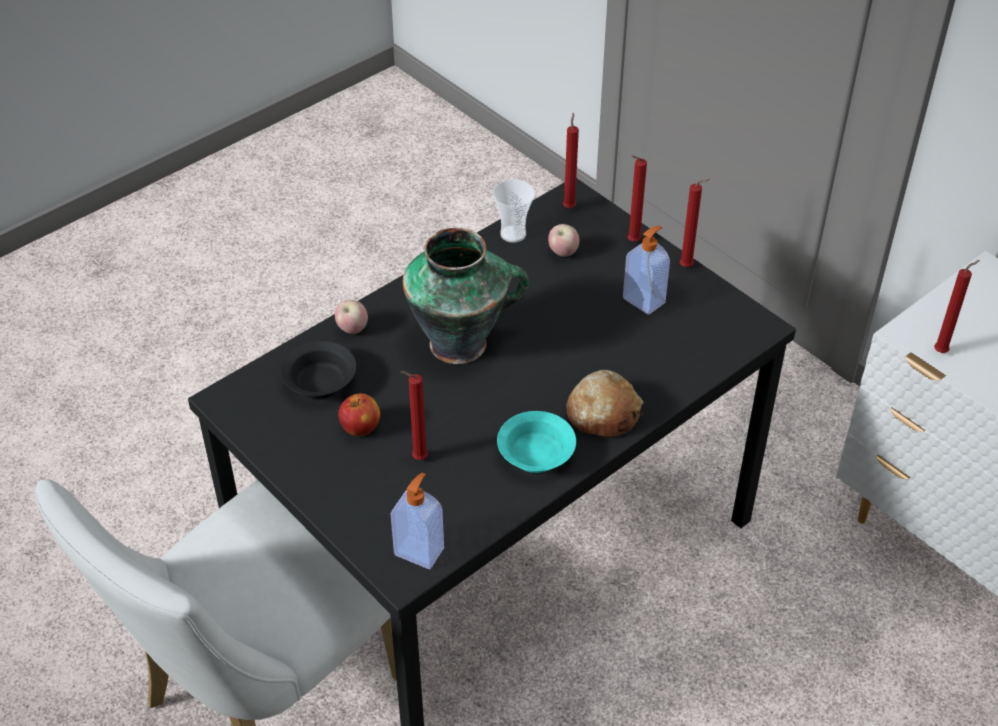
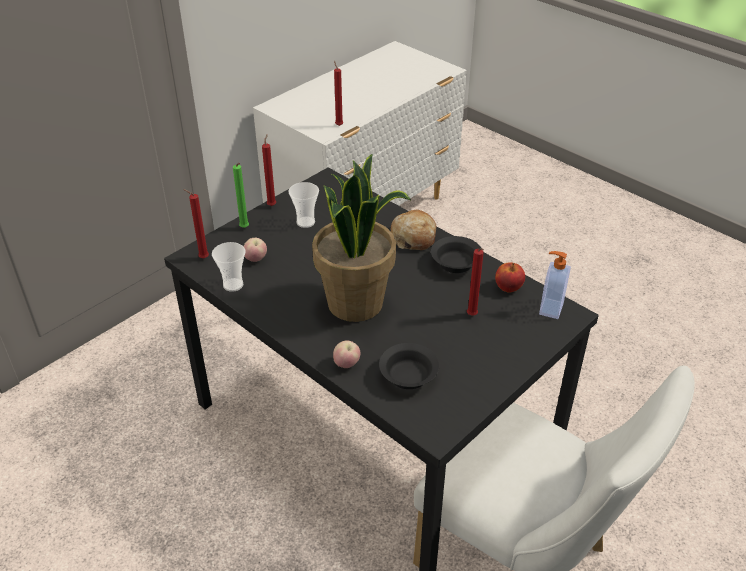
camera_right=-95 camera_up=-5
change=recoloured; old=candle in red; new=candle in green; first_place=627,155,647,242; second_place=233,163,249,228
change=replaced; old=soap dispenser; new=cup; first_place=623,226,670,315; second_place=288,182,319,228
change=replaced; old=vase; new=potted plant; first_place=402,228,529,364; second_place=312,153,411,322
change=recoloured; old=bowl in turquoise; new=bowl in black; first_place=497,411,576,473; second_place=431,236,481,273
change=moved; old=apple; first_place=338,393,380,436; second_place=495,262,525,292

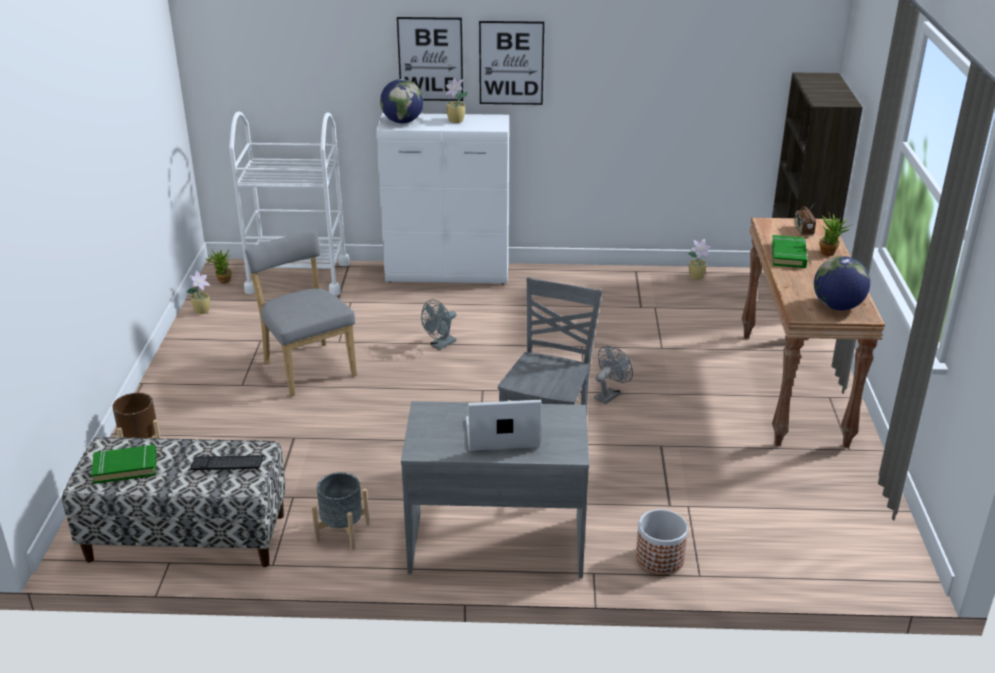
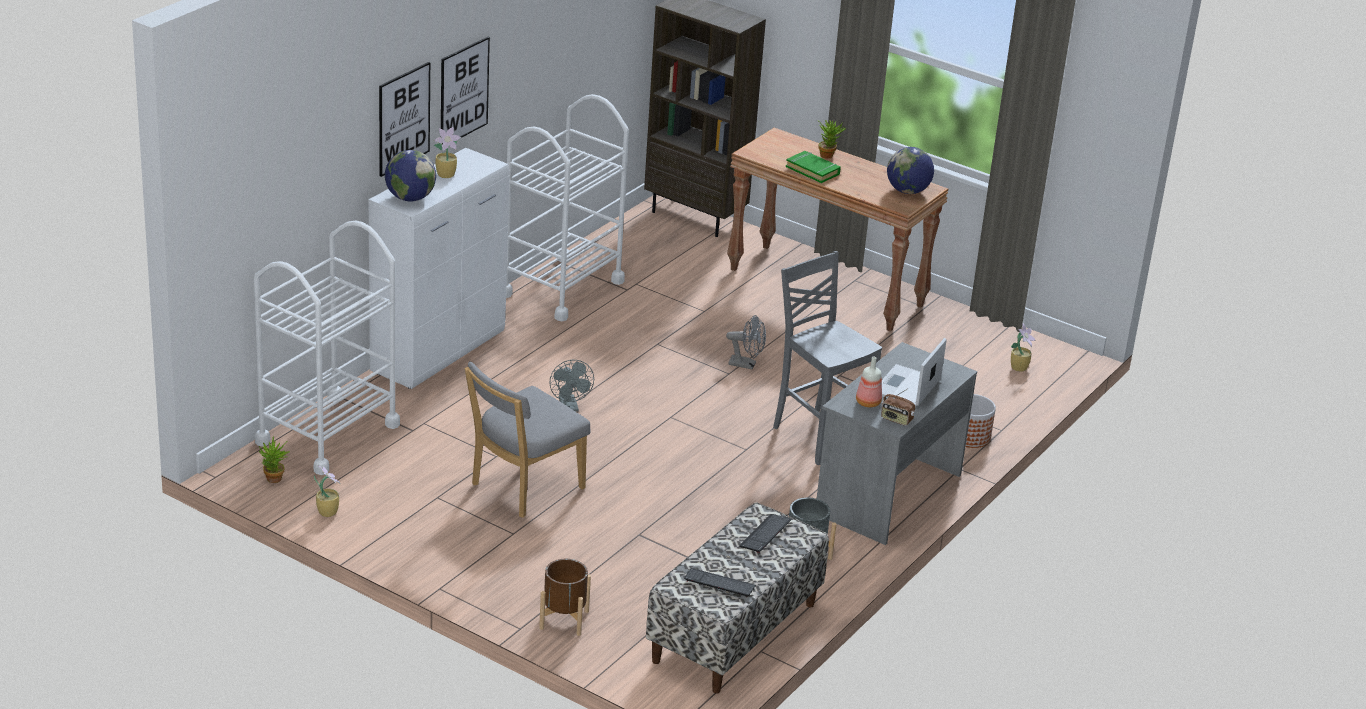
camera_right=-60 camera_up=0
change=turned; old=chair in grey; first_place=245,232,357,397; second_place=464,361,591,518; degrees=-45
change=added; new=cart in white; second_place=506,94,629,321
change=replaced; old=book in green; new=keyboard; first_place=91,445,157,484; second_place=684,568,756,597
change=turned; old=fan in grey; first_place=594,346,633,404; second_place=726,315,766,369; degrees=120
change=added; new=bottle; second_place=856,357,882,407
change=moved; old=radio; first_place=794,204,816,235; second_place=881,389,916,426
change=moved; old=potted plant; first_place=688,239,712,280; second_place=1011,323,1036,372

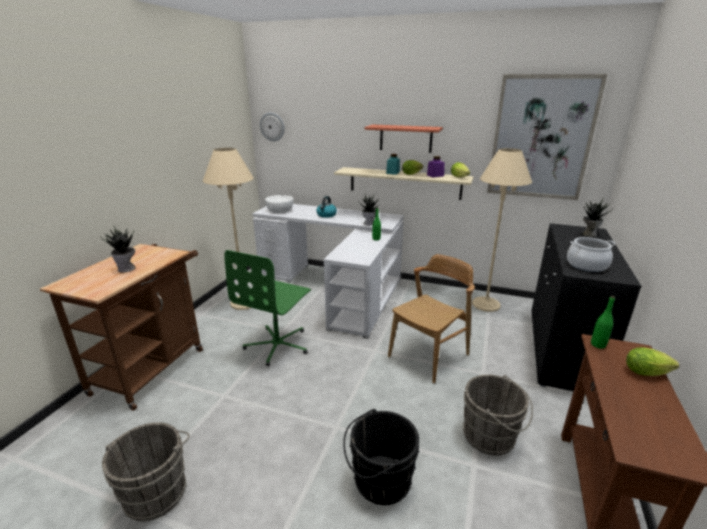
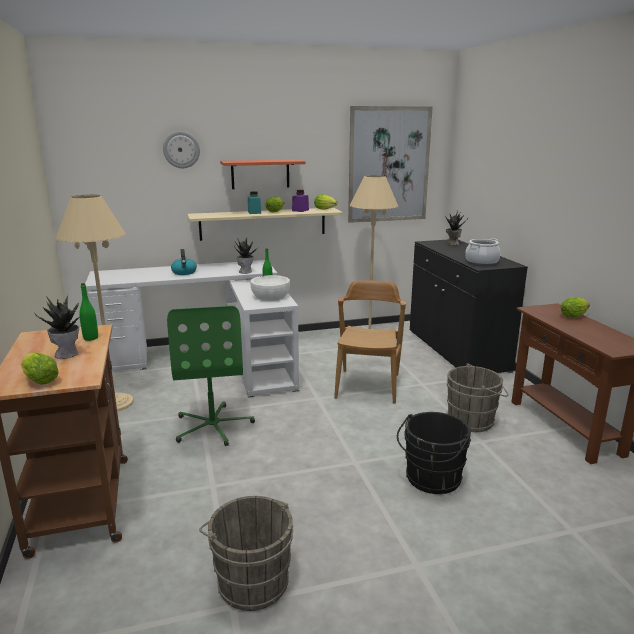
camera_right=-35 camera_up=-5
change=added; new=lettuce; second_place=21,352,59,385
change=moved; old=bottle in green; first_place=591,296,615,349; second_place=79,283,98,341
change=moved; old=wall clock; first_place=260,112,285,141; second_place=163,131,200,168
change=moved; old=bowl in white; first_place=265,195,294,213; second_place=250,275,290,301

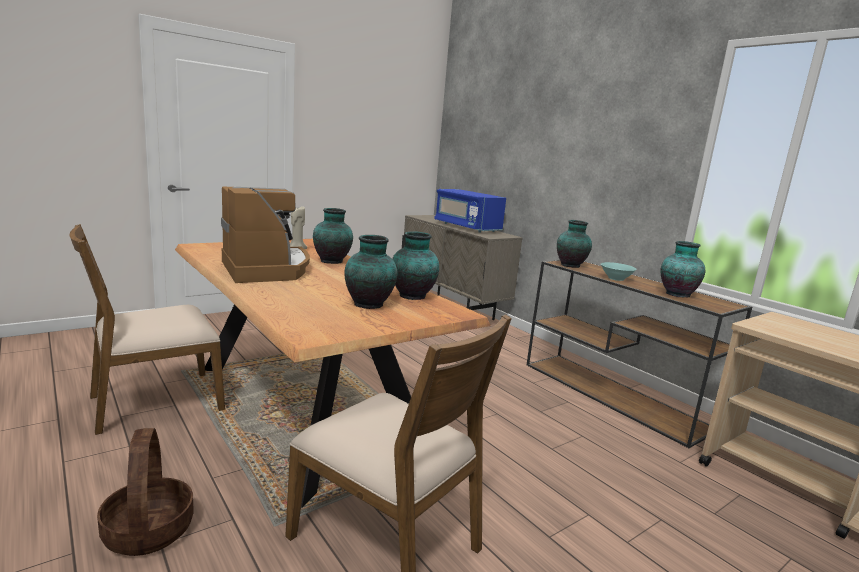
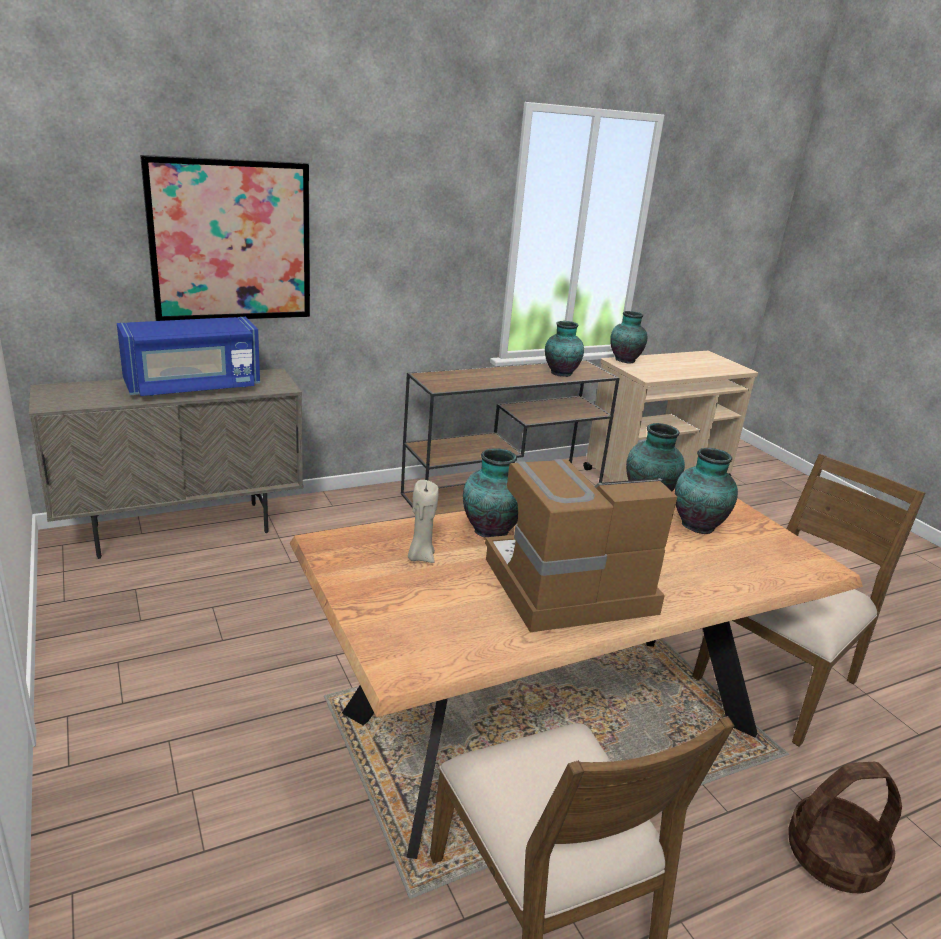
camera_right=-80 camera_up=10
change=added; new=picture; second_place=140,155,310,321
change=moved; old=vase; first_place=557,220,592,268; second_place=610,311,647,363
change=removed; old=bowl in turquoise; first_place=601,262,637,281

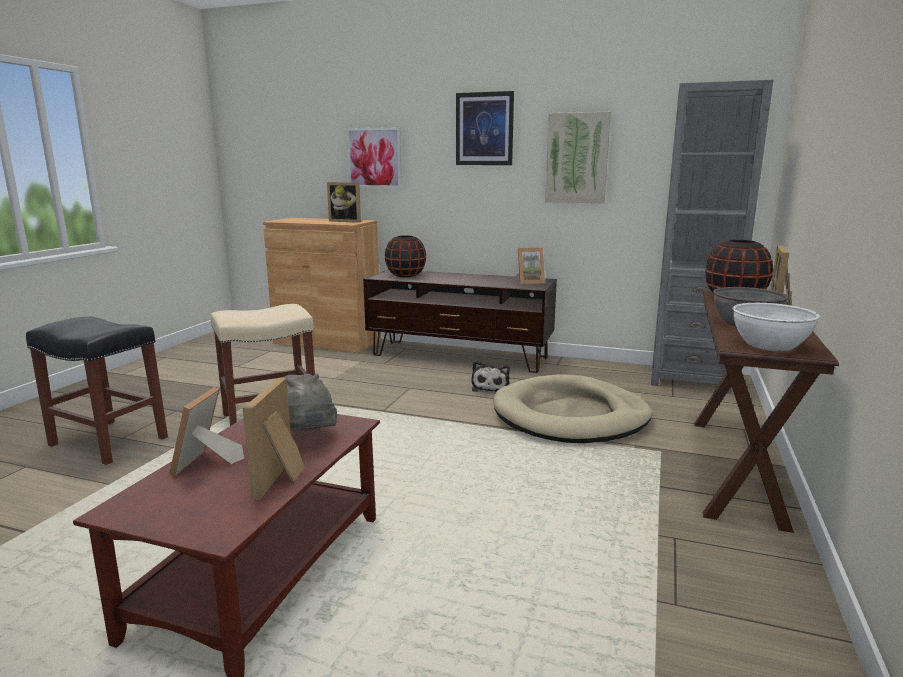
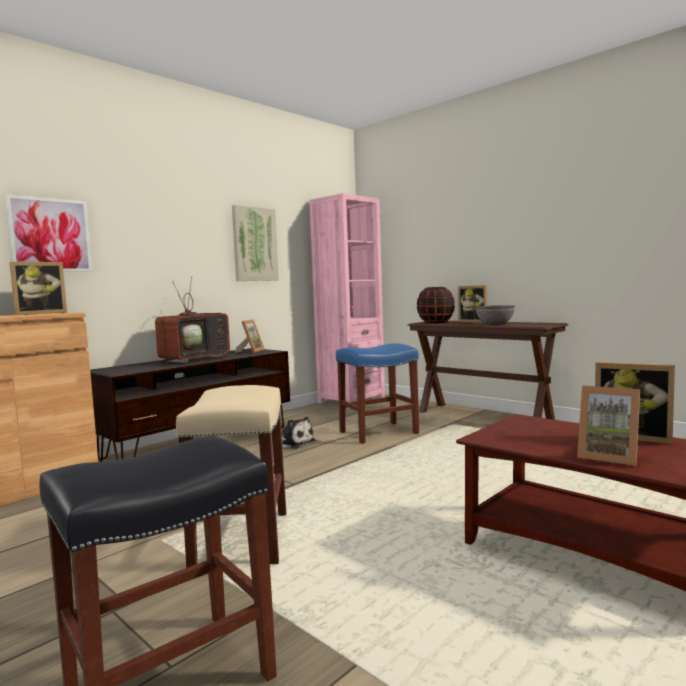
camera_right=-65 camera_up=-10
change=added; new=television; second_place=155,276,230,363
change=recoloured; old=bookcase in grey; new=bookcase in pink; first_place=651,80,773,394; second_place=309,193,385,409
change=replaced; old=dog bed in beige; new=stool in blue; first_place=493,375,652,443; second_place=336,343,419,444
change=removed; old=hat in grey; first_place=283,373,337,430
change=removed; old=vase in black; first_place=385,236,426,277
change=removed; old=picture; first_place=456,91,514,165
change=removed; old=bowl in white; first_place=732,303,820,351

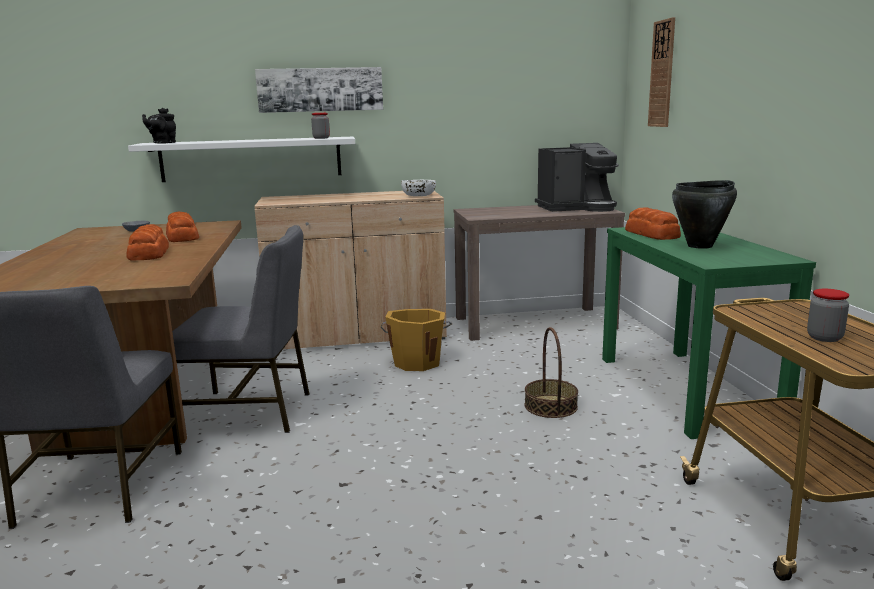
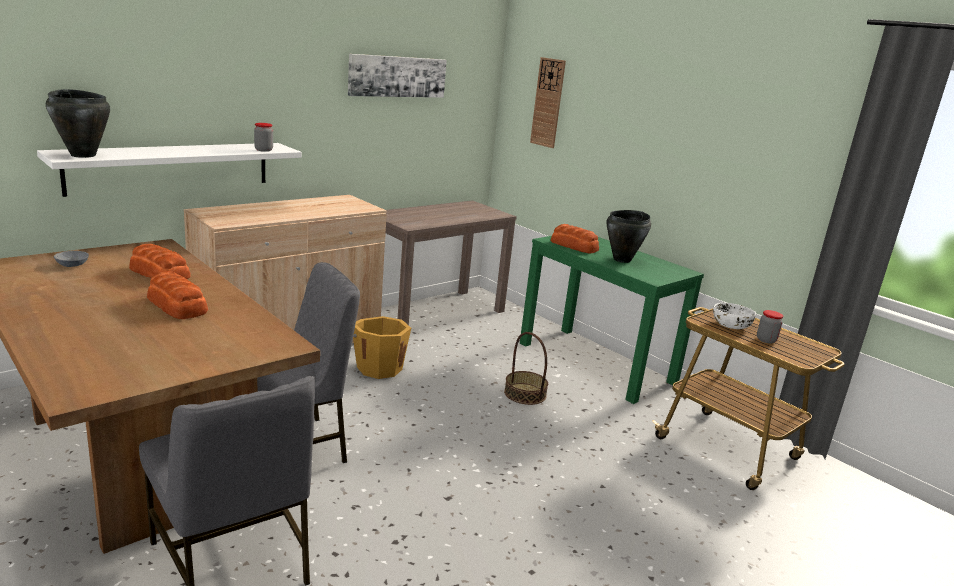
camera_right=-35 camera_up=5
change=replaced; old=teapot in black; new=cooking pot in black; first_place=142,108,176,144; second_place=46,89,110,158
change=moved; old=picture; first_place=255,67,383,113; second_place=348,54,447,98
change=moved; old=bowl in white; first_place=401,180,436,196; second_place=713,303,756,329
change=removed; old=coffee machine; first_place=535,143,619,212

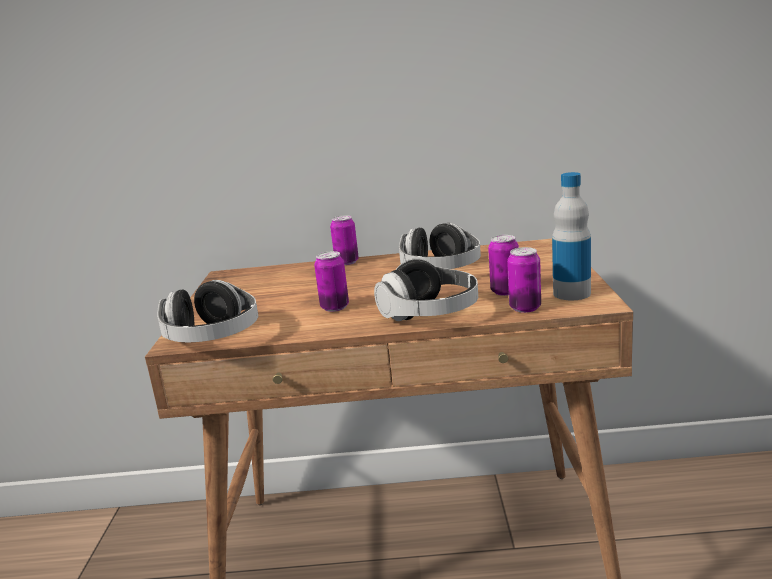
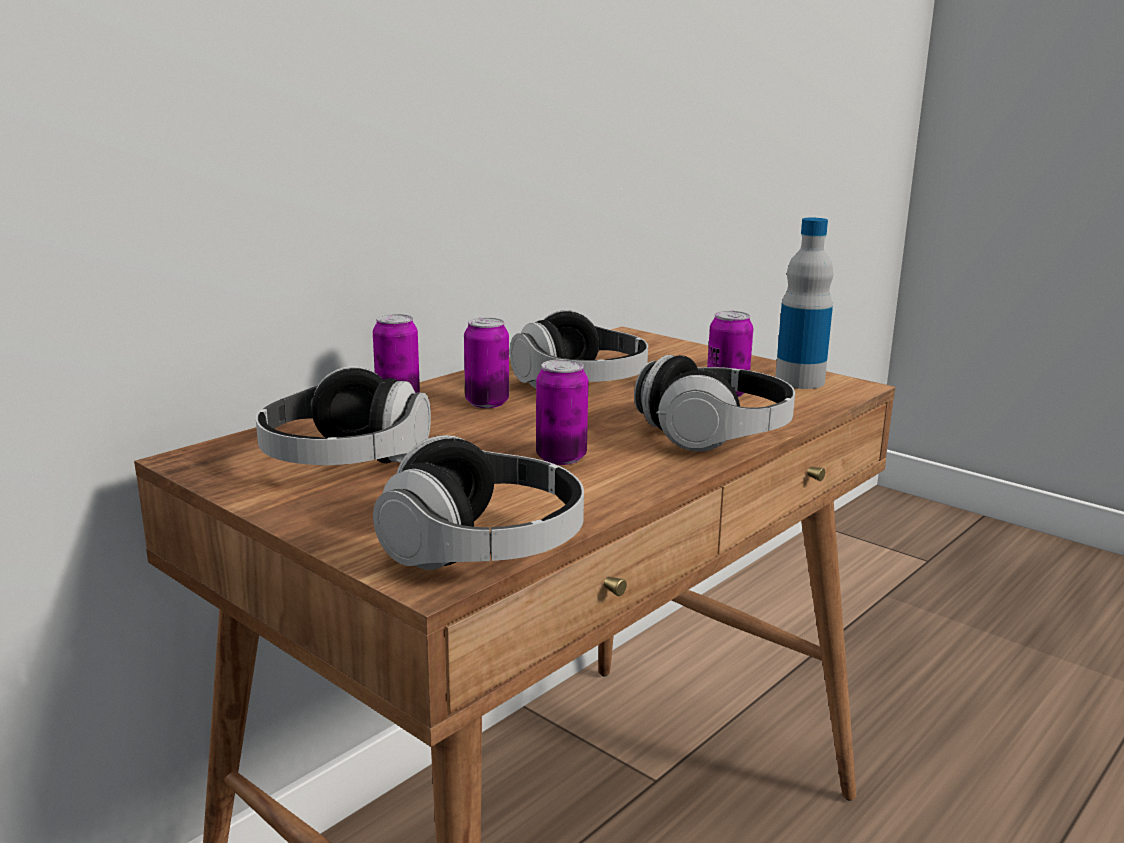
camera_right=-50 camera_up=0
change=added; new=headphones; second_place=256,366,431,465
change=moved; old=can; first_place=507,247,541,313; second_place=464,318,509,408

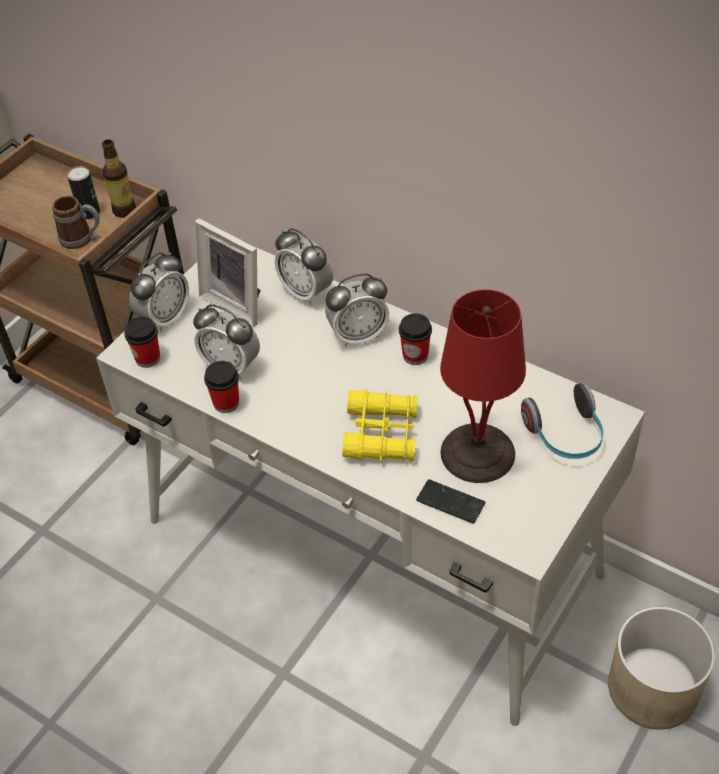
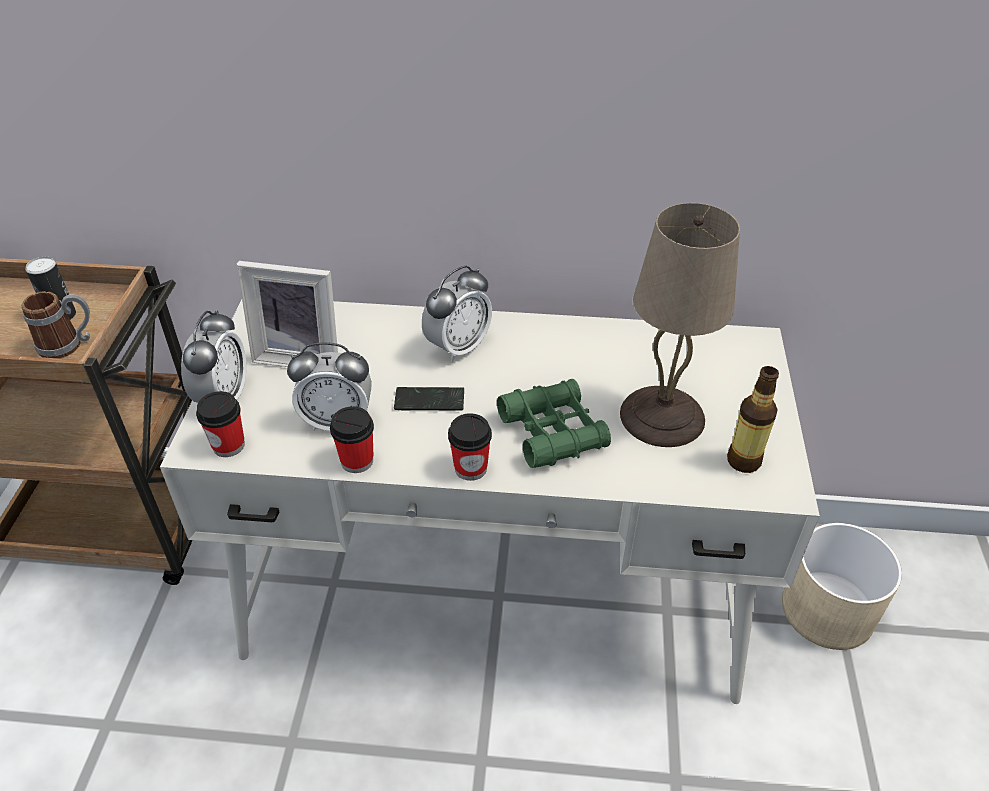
camera_right=-30 camera_up=-5
change=moved; old=phone; first_place=416,479,485,524; second_place=394,387,464,411
change=moved; old=cup; first_place=399,313,432,365; second_place=448,413,492,481
change=recoloured; old=binoculars in yellow; new=binoculars in green; first_place=343,389,418,462; second_place=497,379,611,468
change=recoloured; old=table lamp in red; new=table lamp in beige; first_place=440,289,526,483; second_place=620,203,740,447
change=moved; old=bottle; first_place=102,139,136,218; second_place=727,366,779,473
change=removed; old=alarm clock; first_place=275,228,333,305
change=removed; old=headphones; first_place=521,383,604,459

